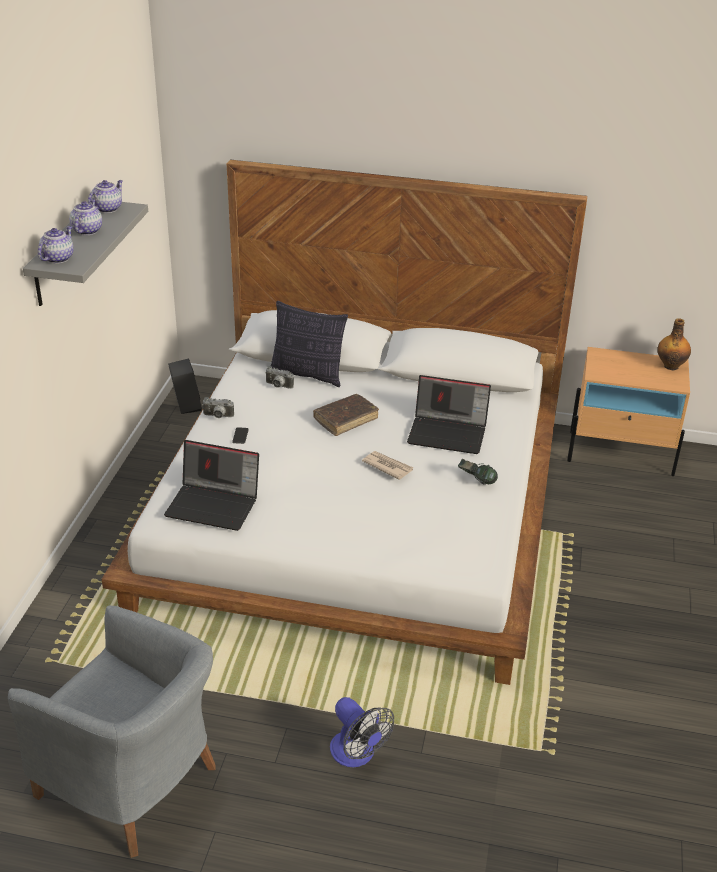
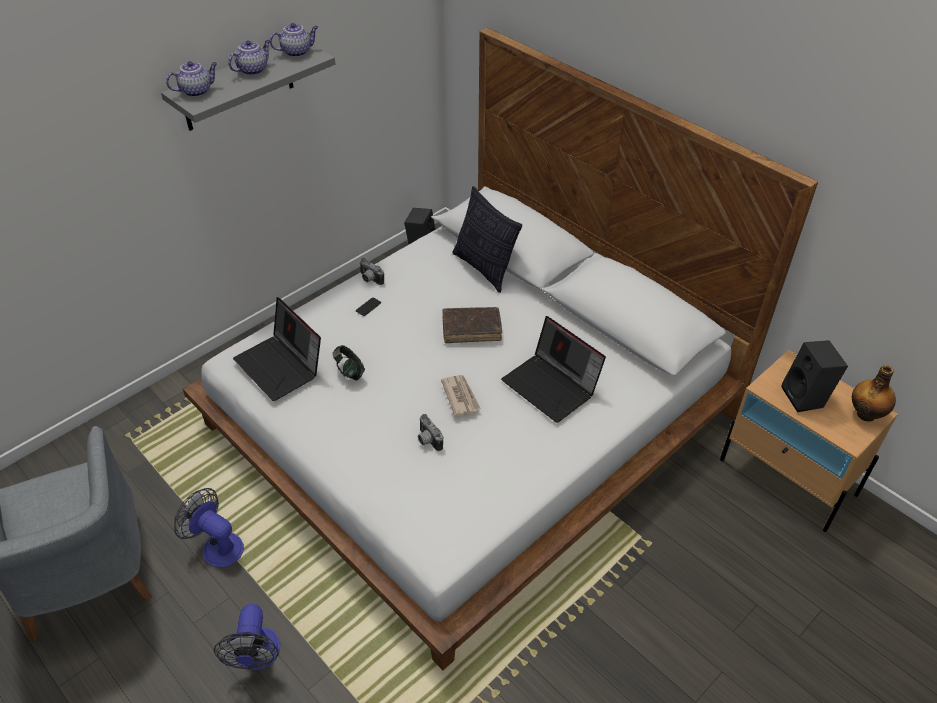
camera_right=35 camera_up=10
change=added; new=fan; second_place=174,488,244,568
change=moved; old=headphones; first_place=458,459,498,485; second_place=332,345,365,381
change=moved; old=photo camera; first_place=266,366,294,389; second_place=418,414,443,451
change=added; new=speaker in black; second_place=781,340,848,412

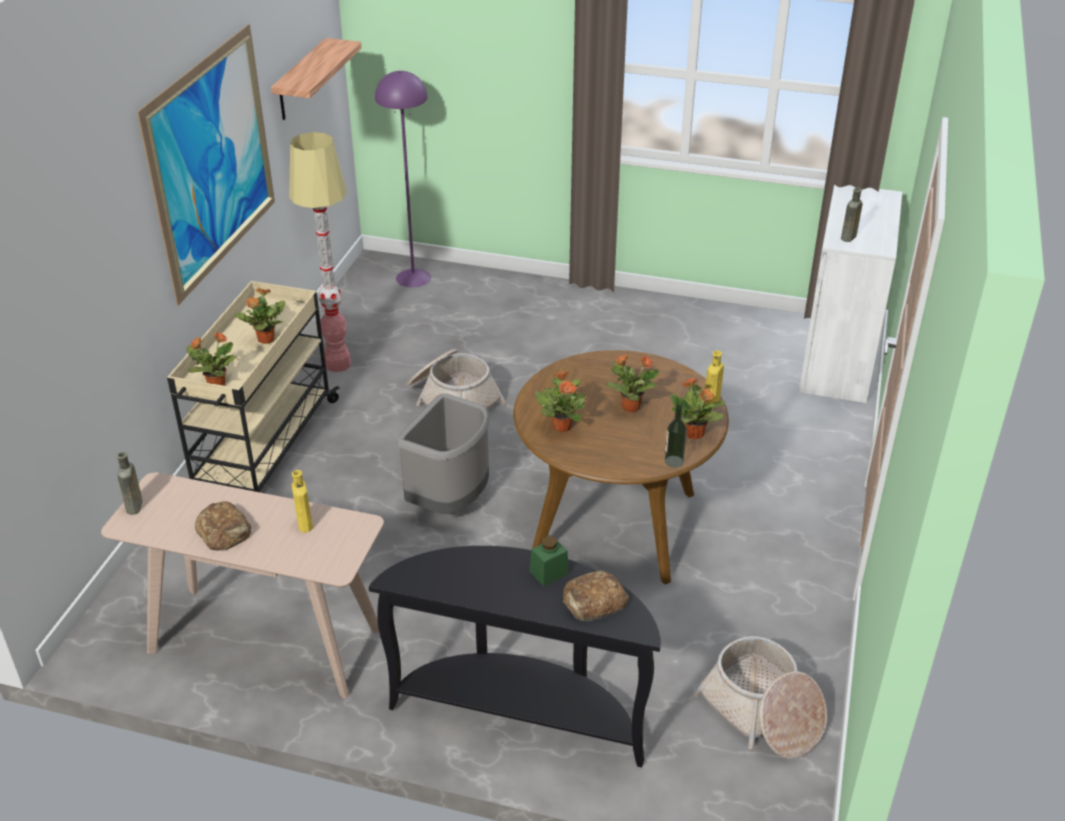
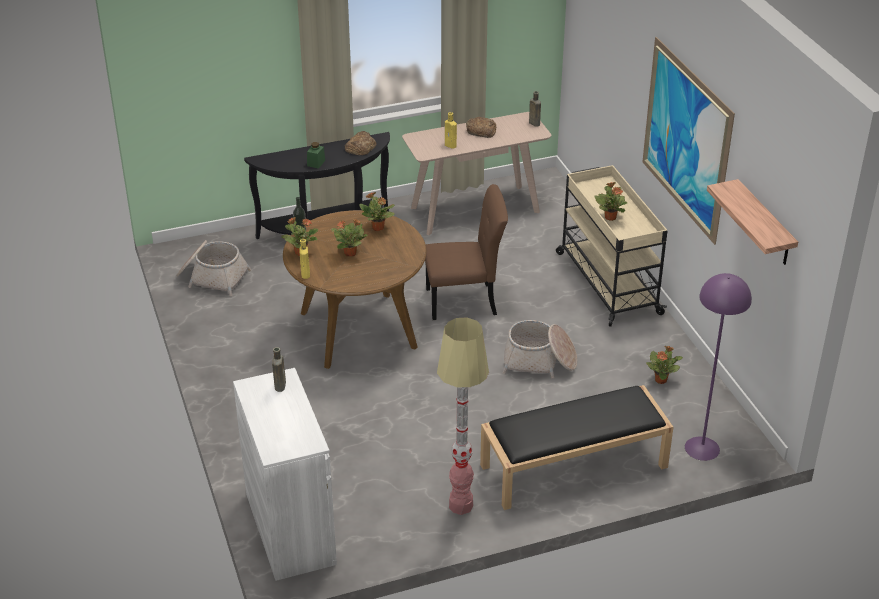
camera_right=145 camera_up=0
change=moved; old=bread; first_place=563,571,629,621; second_place=345,131,377,155
change=replaced; old=trash can in grey; new=chair in brown; first_place=396,393,490,514; second_place=425,184,508,320
change=moved; old=floor lamp; first_place=289,132,351,372; second_place=437,317,489,515
change=added; new=bench in black; second_place=480,385,673,510
change=moved; old=potted plant; first_place=186,332,236,386; second_place=646,346,683,384

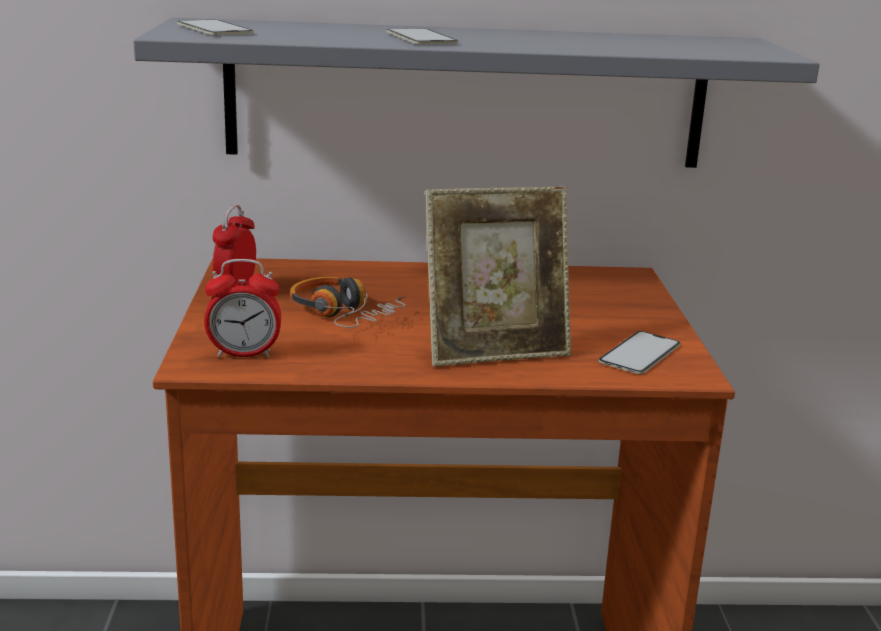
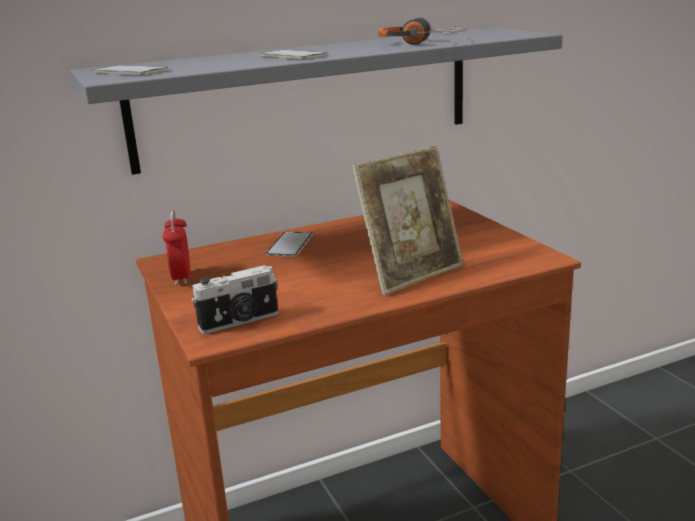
camera_right=-20 camera_up=0
change=replaced; old=alarm clock; new=photo camera; first_place=204,259,281,357; second_place=191,265,278,334
change=moved; old=phone; first_place=599,331,680,374; second_place=266,232,313,257
change=moved; old=headphones; first_place=290,277,406,327; second_place=378,17,467,45

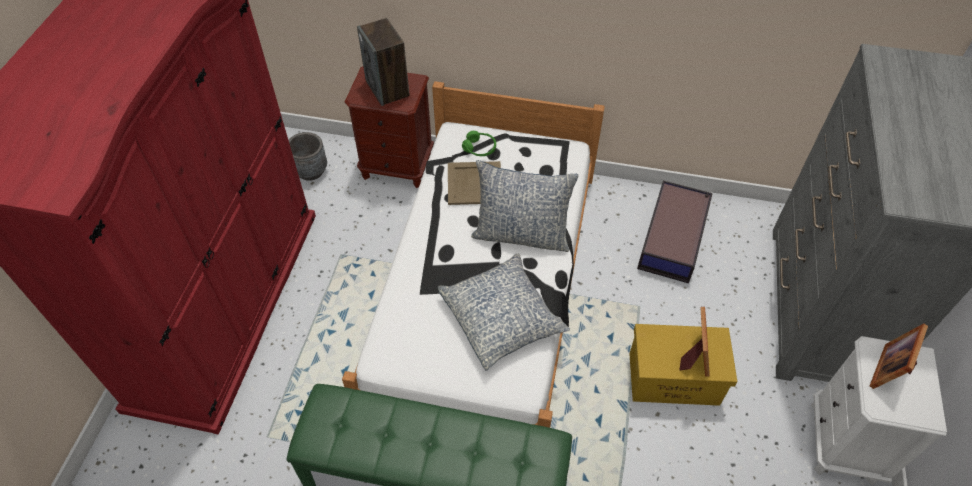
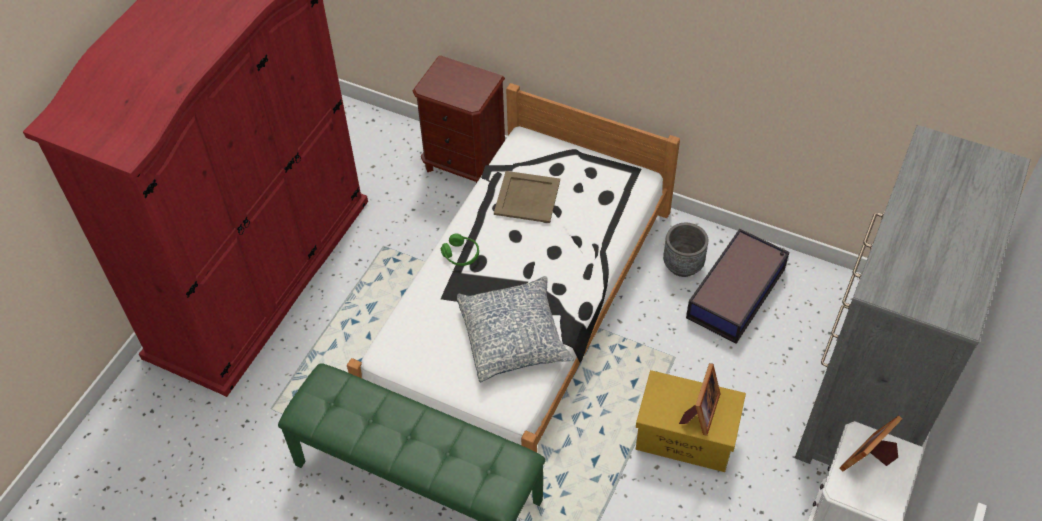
camera_right=15 camera_up=0
change=moved; old=headphones in green; first_place=462,131,496,156; second_place=441,233,479,266
change=moved; old=planter in grey; first_place=289,132,327,181; second_place=663,223,708,277
change=removed; old=speaker; first_place=357,18,410,106
change=removed; old=pillow; first_place=471,160,578,252

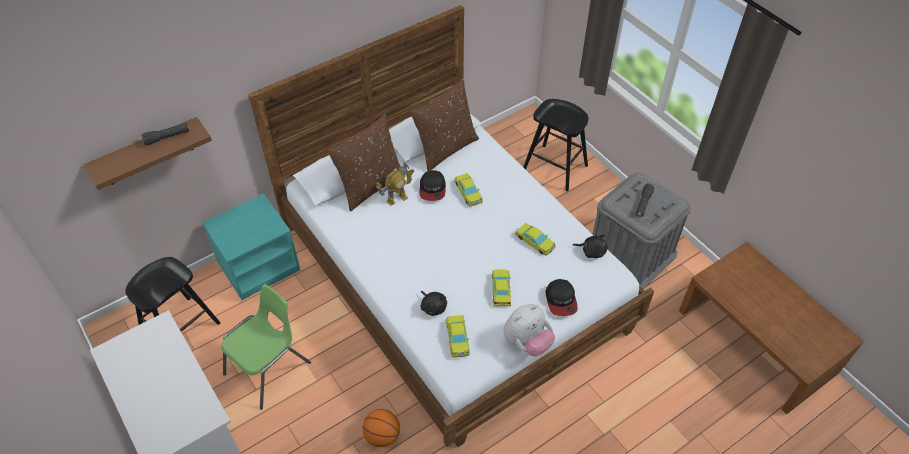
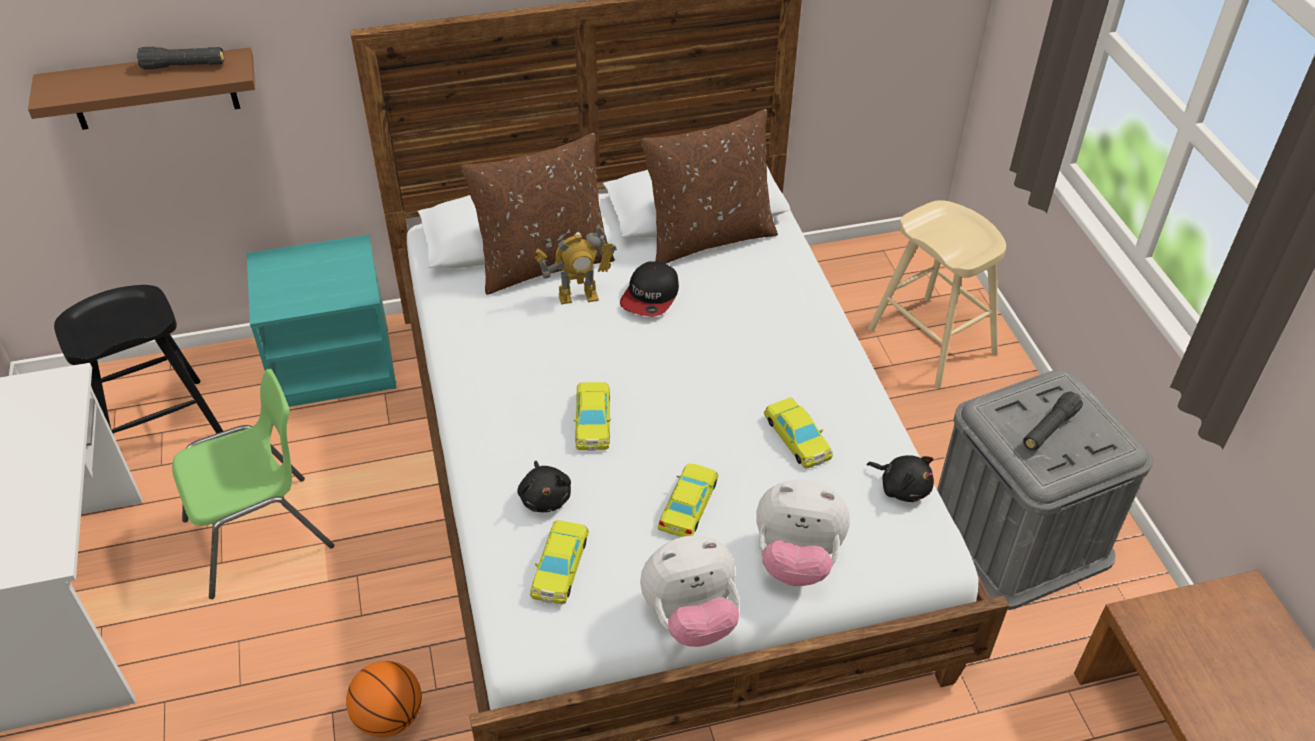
camera_right=20 camera_up=-5
change=moved; old=toy car in yellow; first_place=454,173,483,206; second_place=574,382,611,451
change=replaced; old=cap; new=plush toy; first_place=546,279,578,316; second_place=756,479,850,586
change=recoloured; old=stool in black; new=stool in beige; first_place=523,99,589,191; second_place=868,200,1006,388

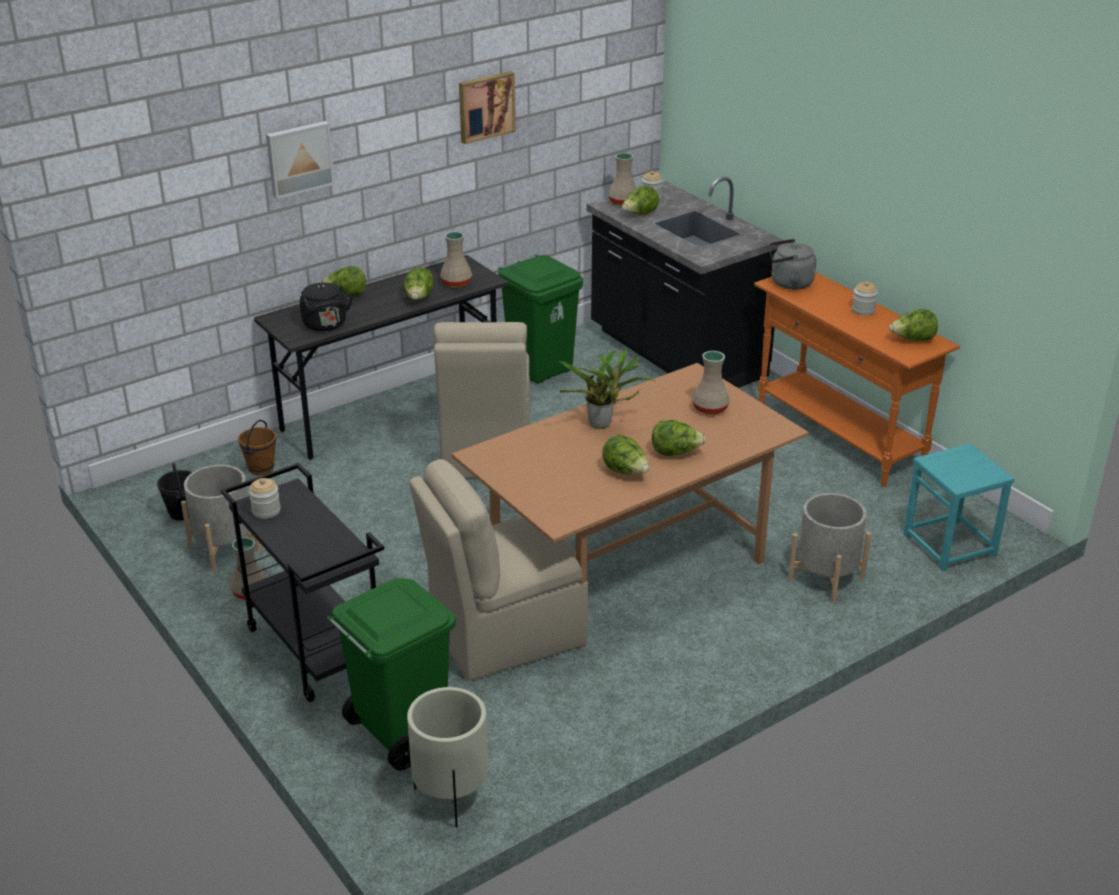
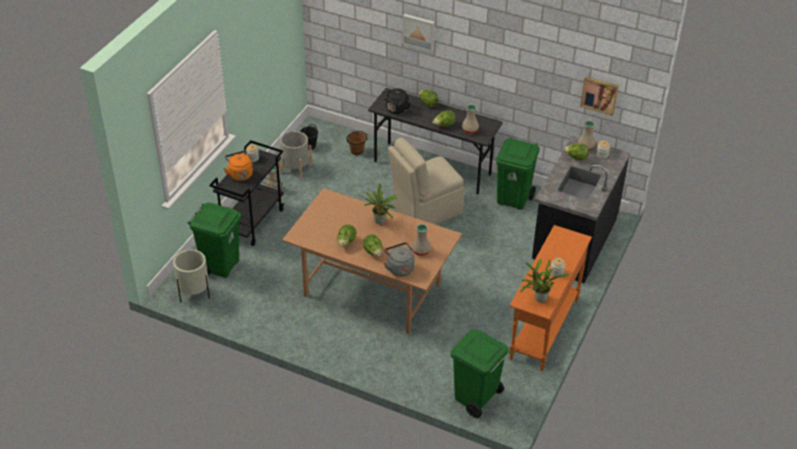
camera_right=60 camera_up=10
change=added; new=kettle in orange; second_place=223,150,253,181
change=moved; old=kettle in grey; first_place=770,239,816,289; second_place=384,242,415,277
change=replaced; old=stool in turquoise; new=trash can in green; first_place=903,443,1014,571; second_place=450,330,511,418
change=replaced; old=lettuce; new=potted plant; first_place=889,309,938,342; second_place=520,259,569,303
change=moved; old=picture; first_place=459,71,516,144; second_place=580,77,619,116
change=removed; old=chair in beige; first_place=409,459,588,681
change=removed; old=planter in grey; first_place=788,493,871,603

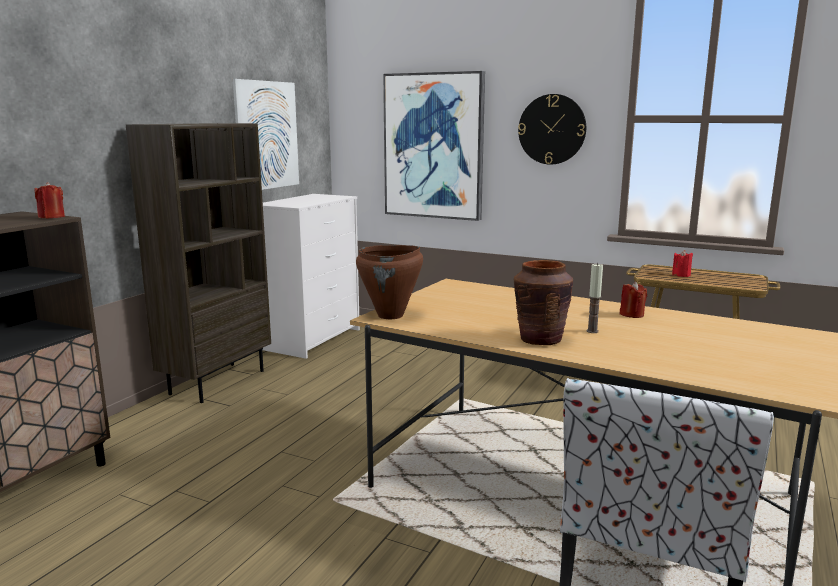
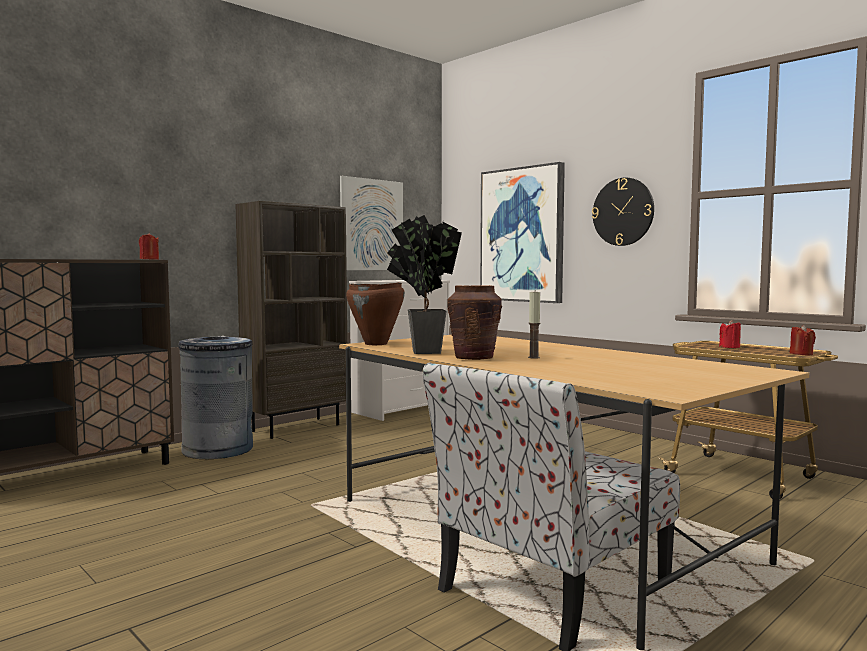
camera_right=20 camera_up=-10
change=added; new=trash can in grey; second_place=178,336,253,459
change=added; new=potted plant; second_place=387,215,462,354
change=moved; old=candle in red; first_place=620,282,647,318; second_place=790,325,816,355

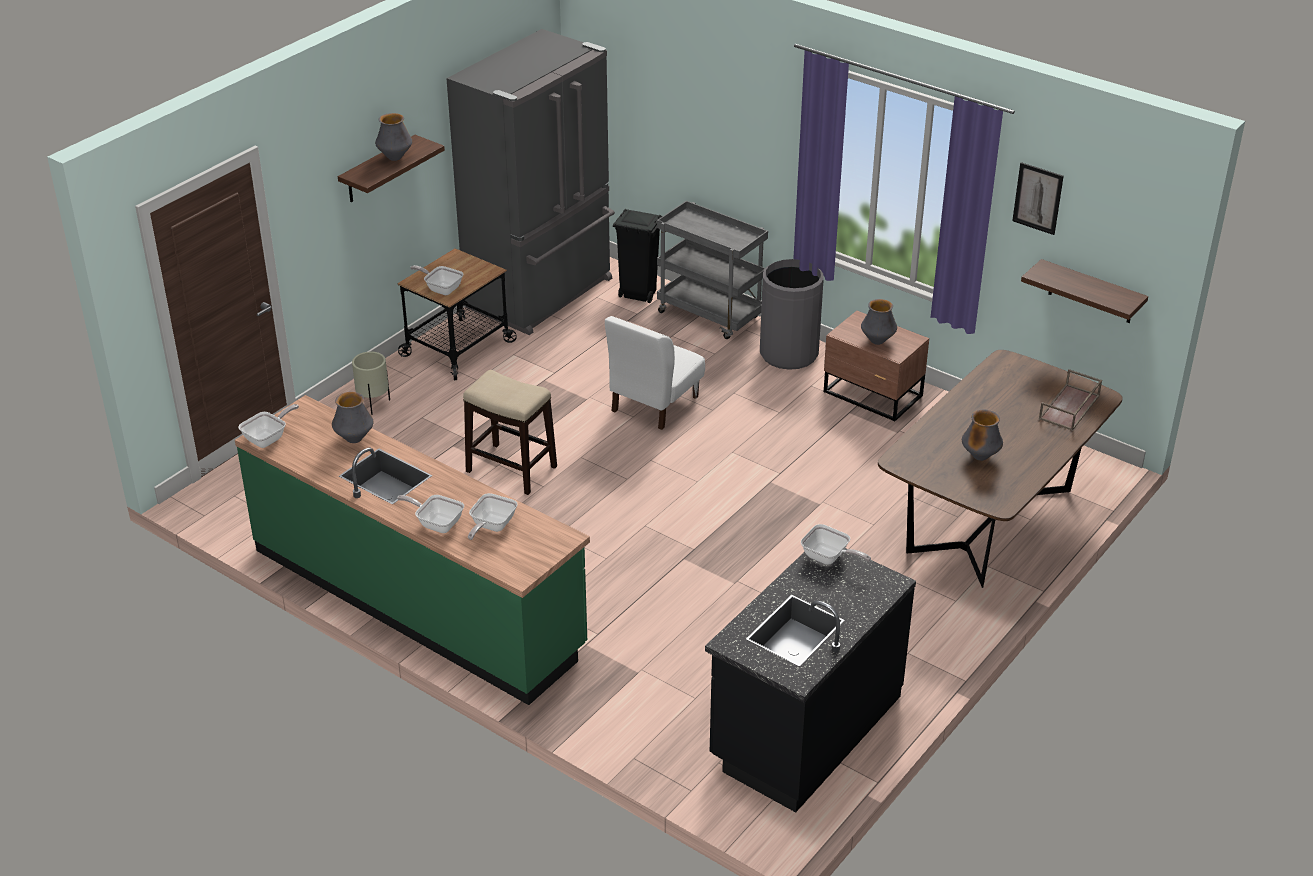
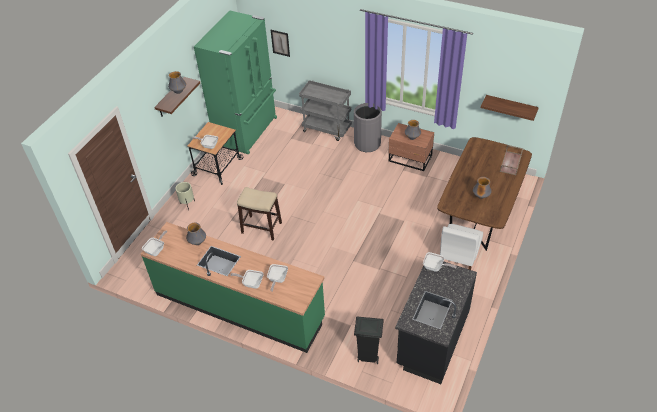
camera_right=-10 camera_up=10
change=recoloured; old=fridge in grey; new=fridge in green; first_place=446,29,615,335; second_place=194,11,277,154
change=moved; old=picture; first_place=1012,162,1064,235; second_place=271,30,290,57
change=moved; old=trash can in black; first_place=613,208,662,303; second_place=354,317,384,364
change=moved; old=chair in white; first_place=605,316,705,430; second_place=440,223,483,270

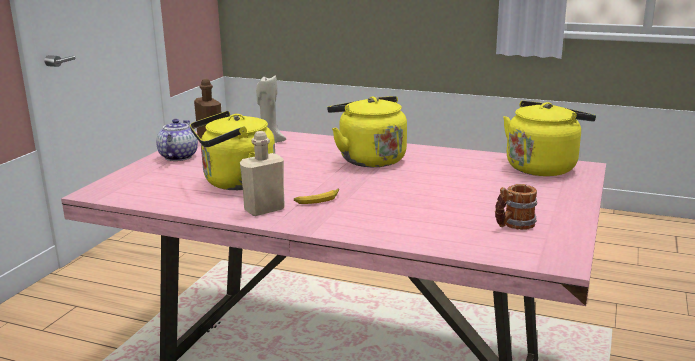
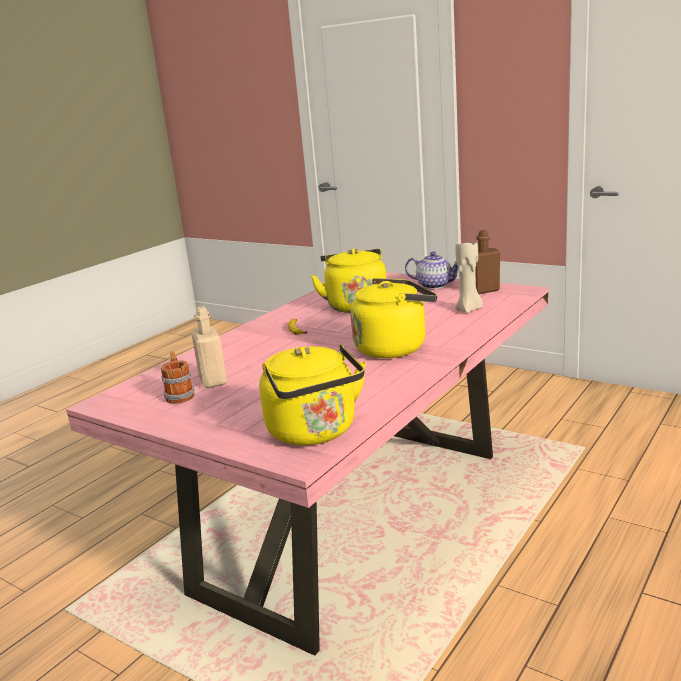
camera_right=105 camera_up=0
change=moved; old=bottle in beige; first_place=240,131,285,216; second_place=191,306,227,388

